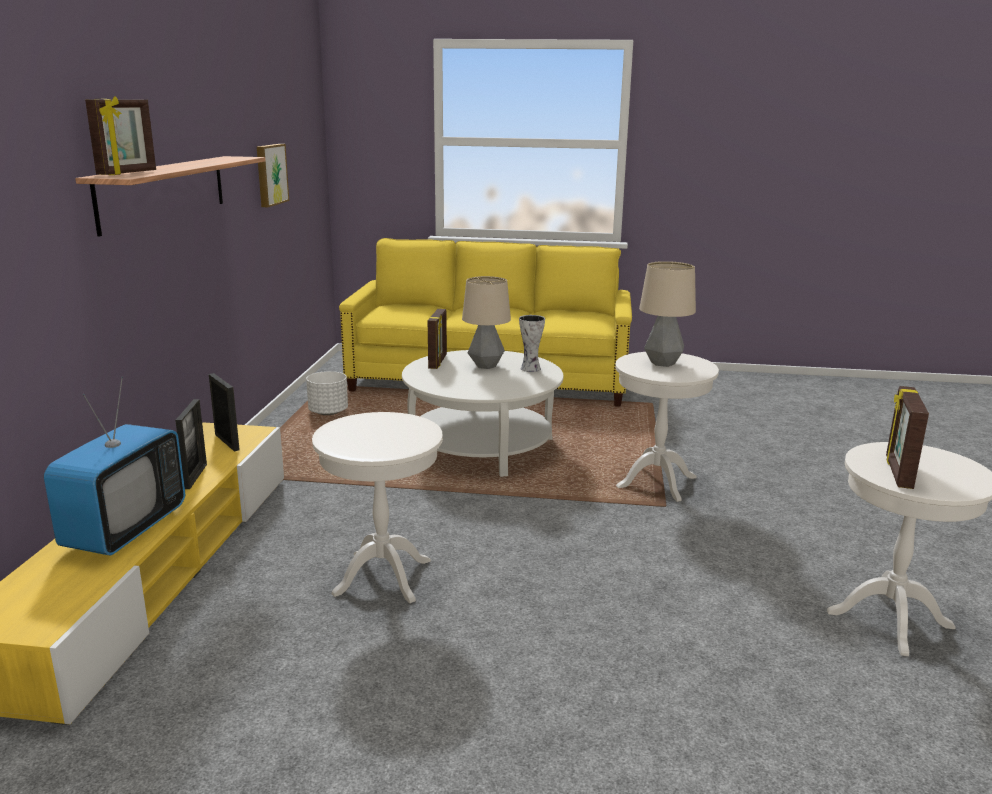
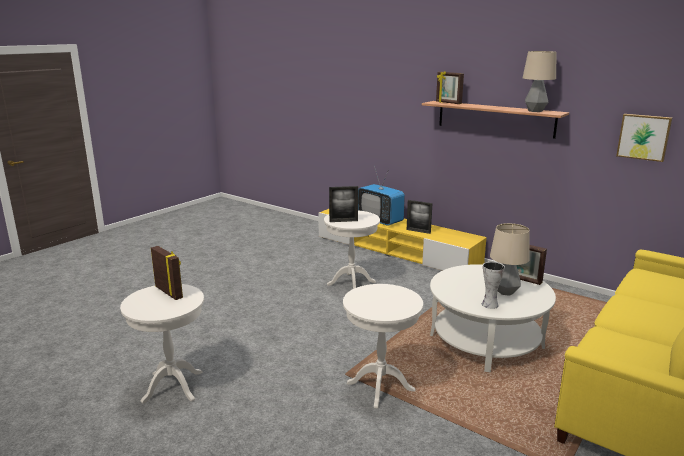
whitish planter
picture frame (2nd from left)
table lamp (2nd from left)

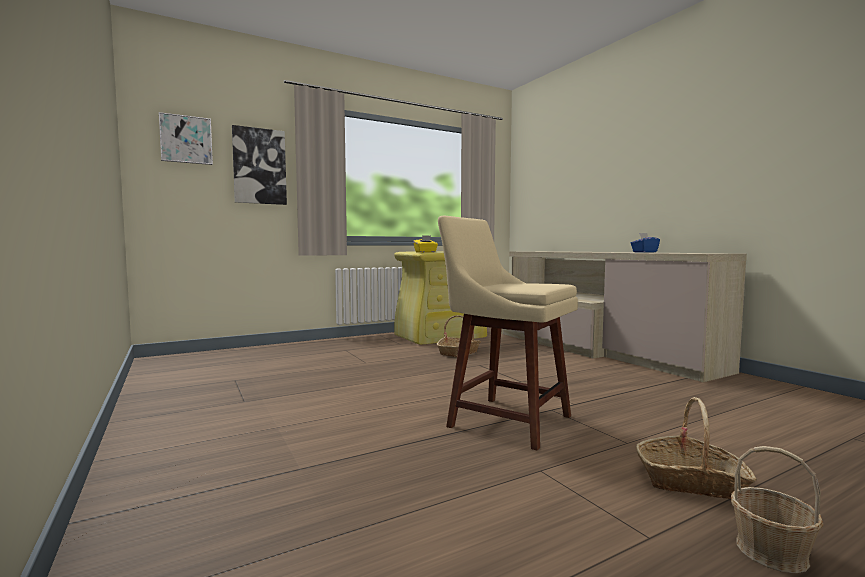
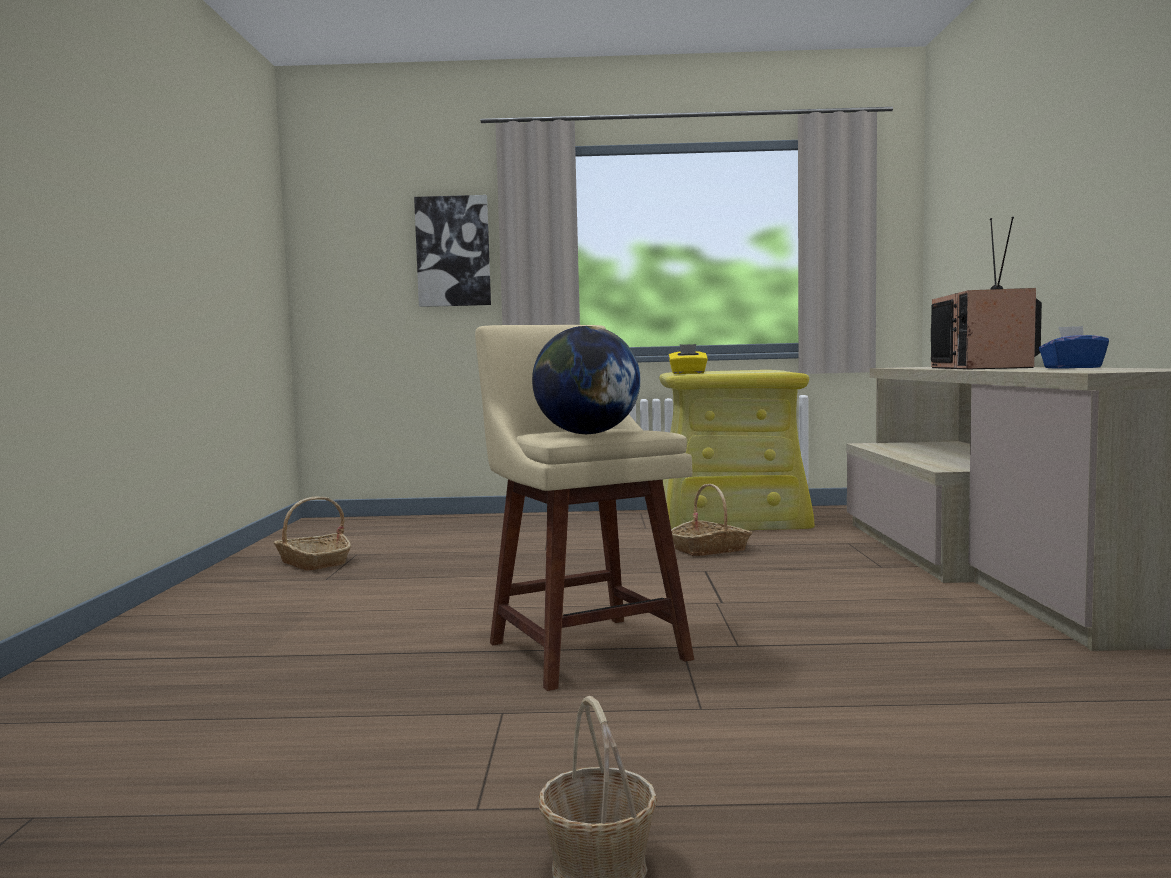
picture (1st from left in the first image)
globe
TV set
storage basket (1st from left)

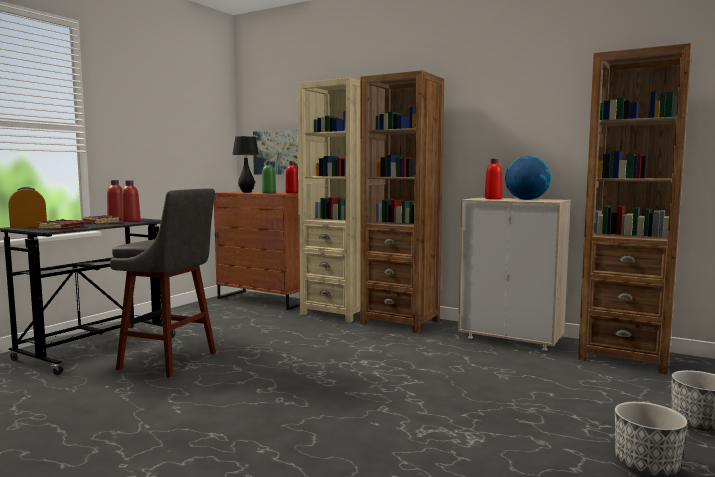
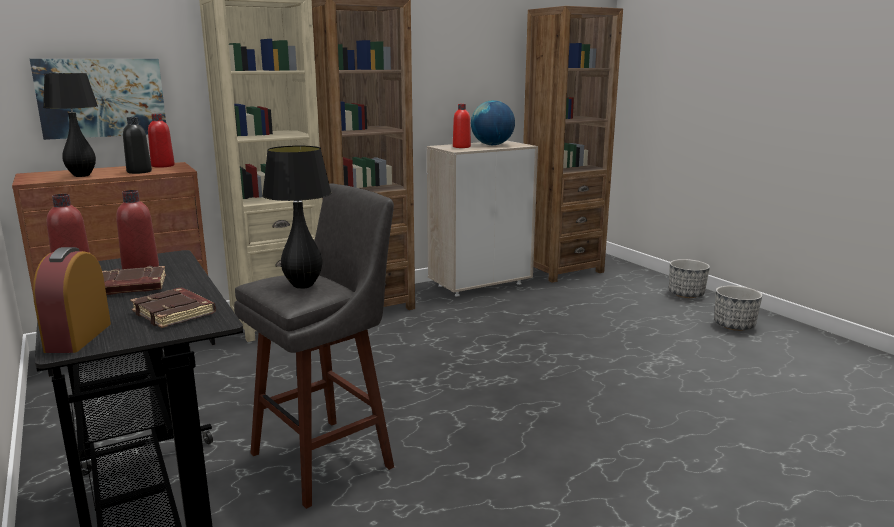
black-coloured table lamp (2nd from left)
black-coloured bottle

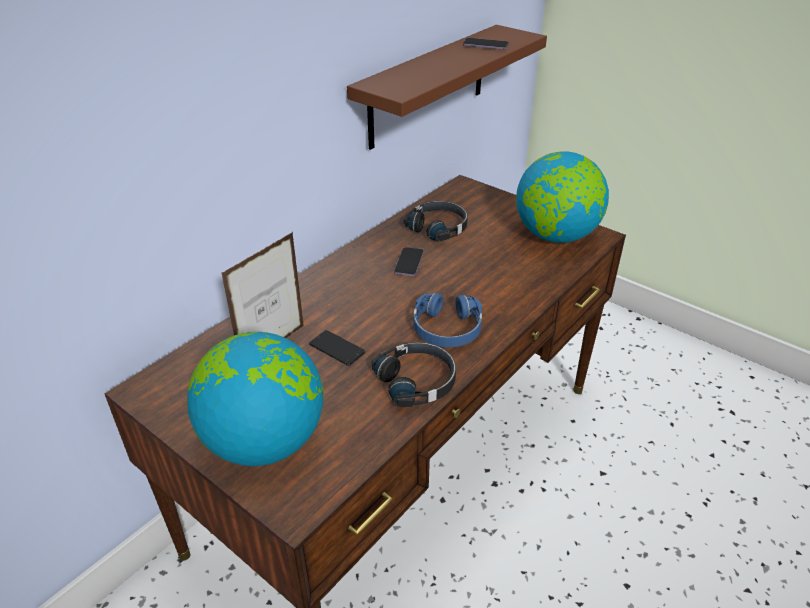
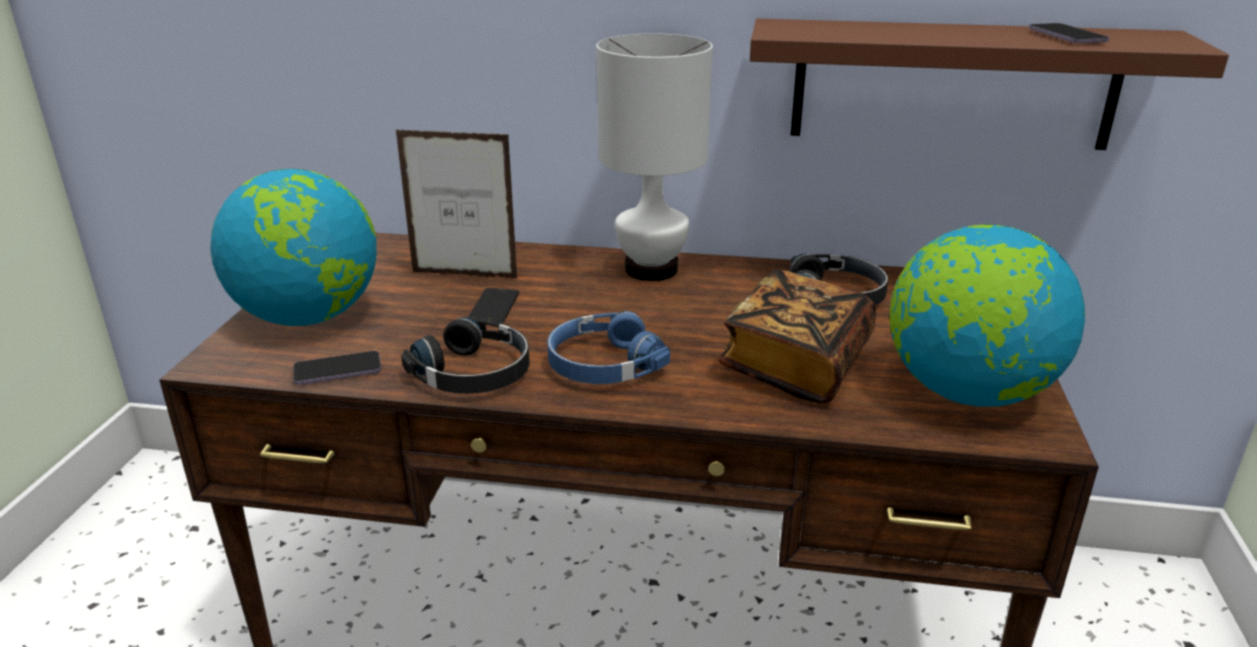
whitish table lamp
volume
telephone (1st from left)

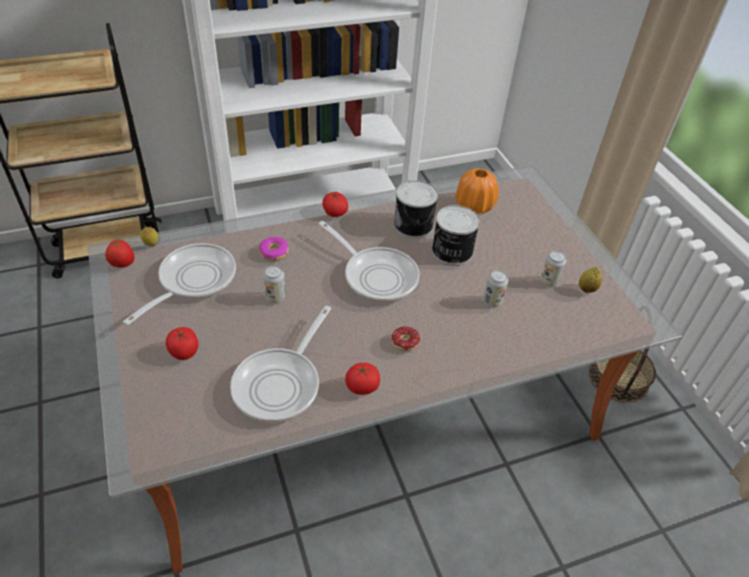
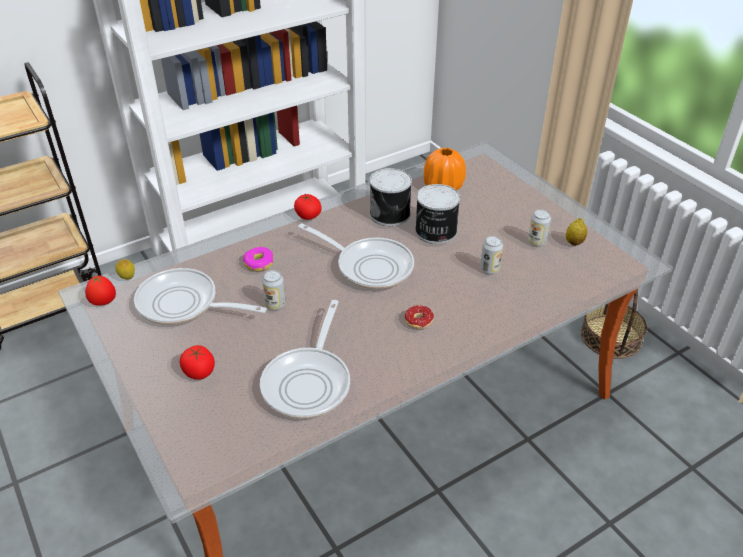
whole tomato (4th from left in the first image)
skillet (1st from left)

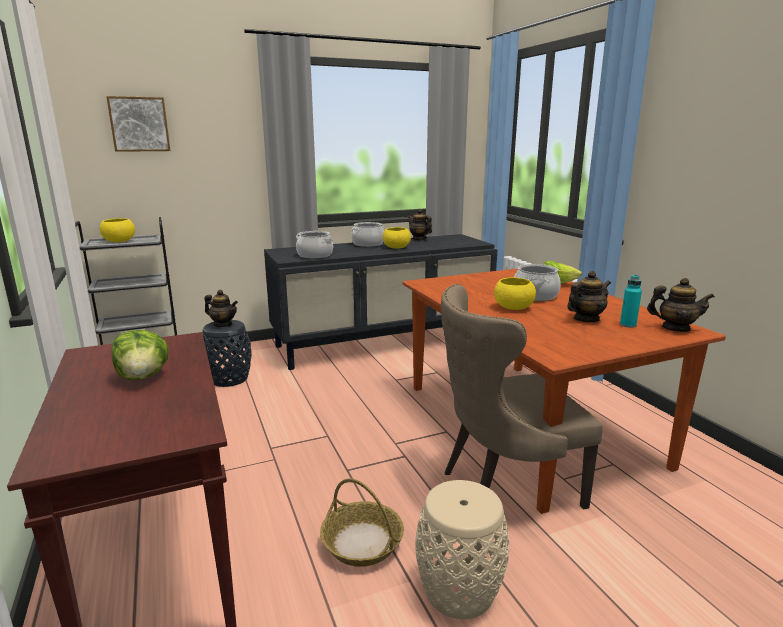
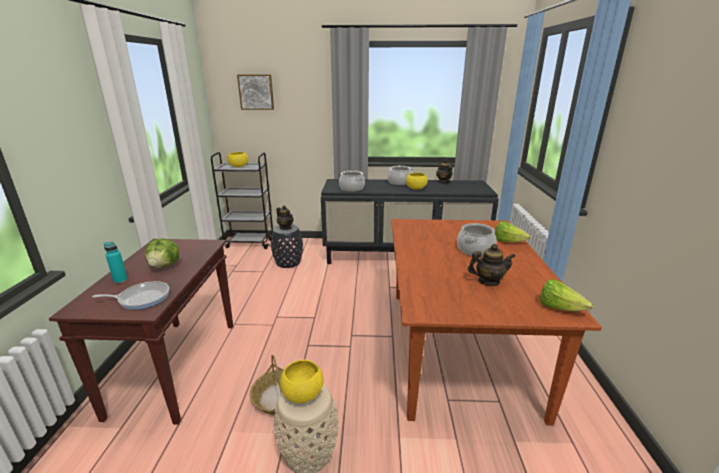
beige-coloured plain chair
skillet
yellow-coloured deep dish (2nd from left)
turquoise bottle
head of lettuce (3rd from left)

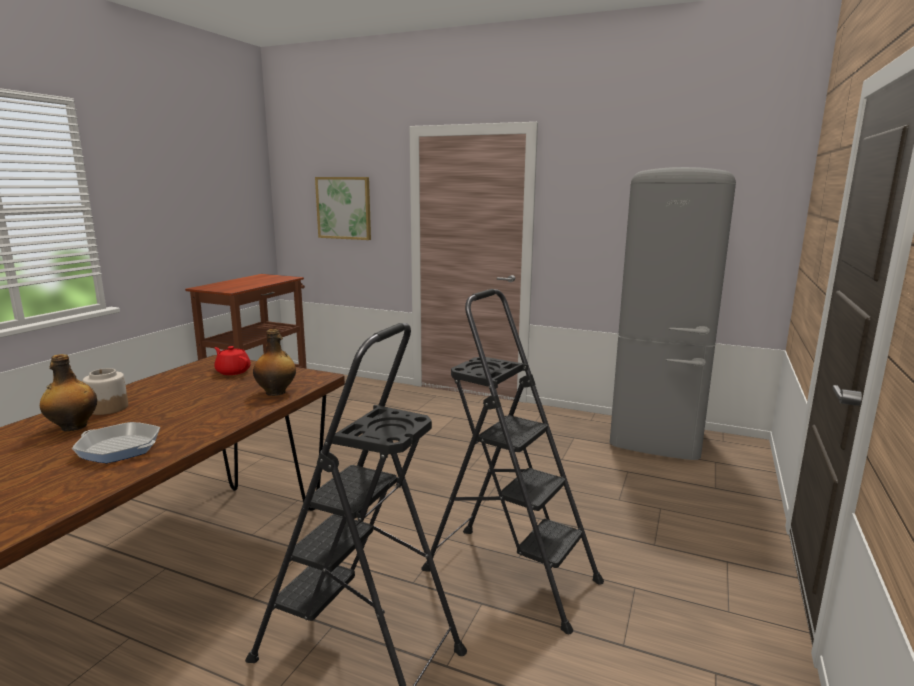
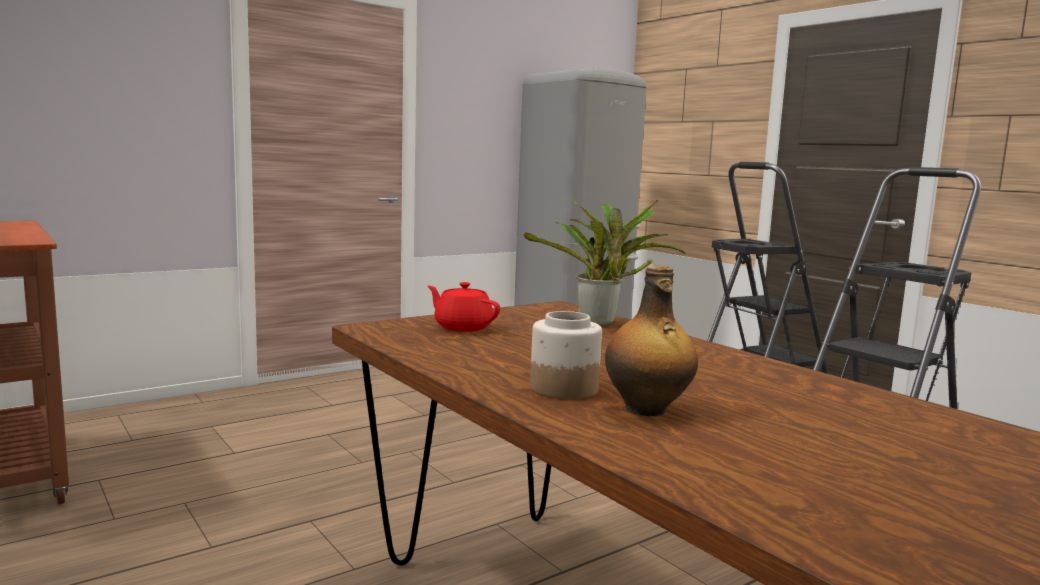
skillet
picture
plant in a pot
red-coloured teapot

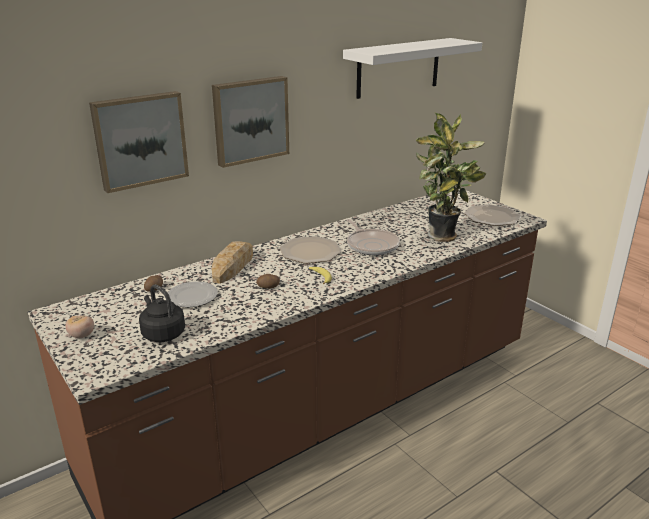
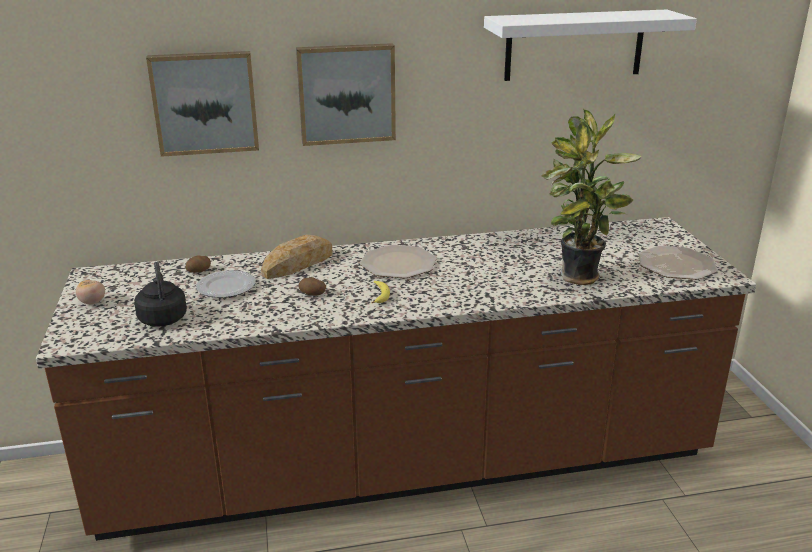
skillet

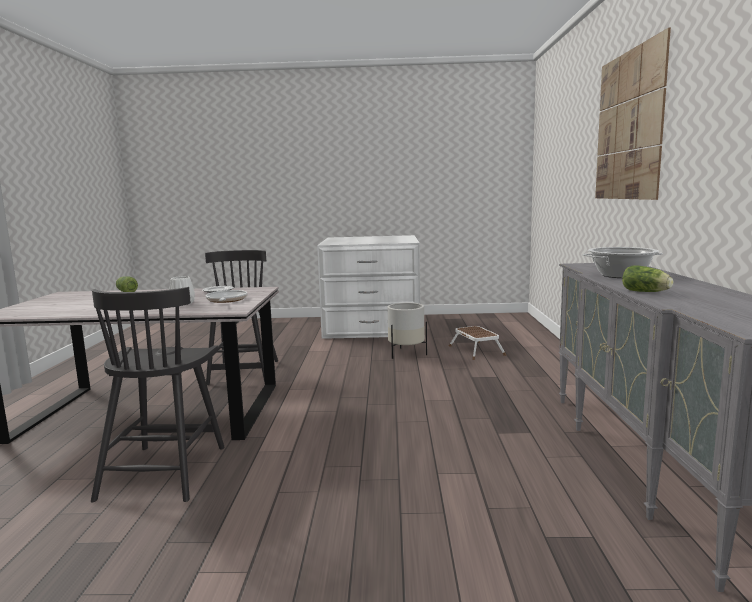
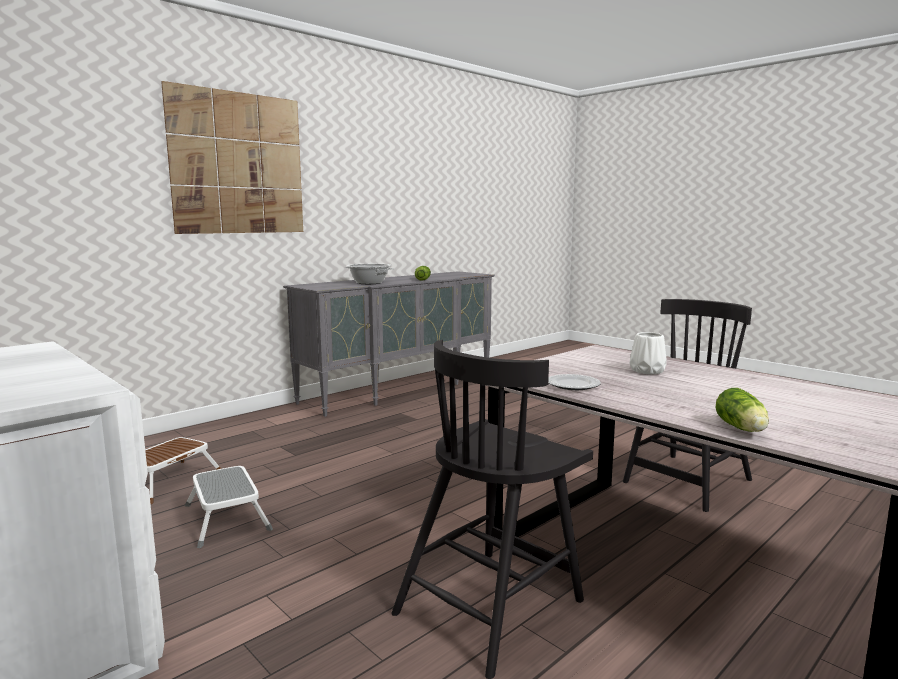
skillet
greyish step stool

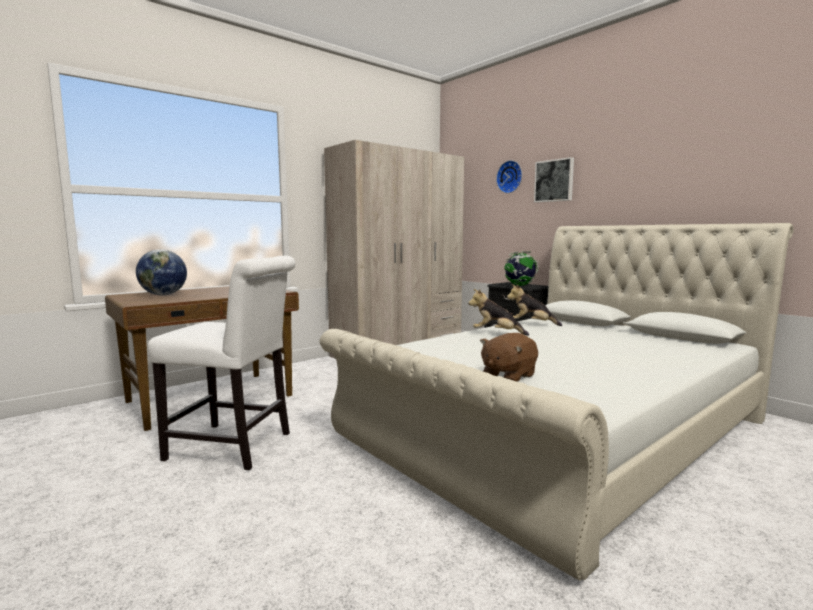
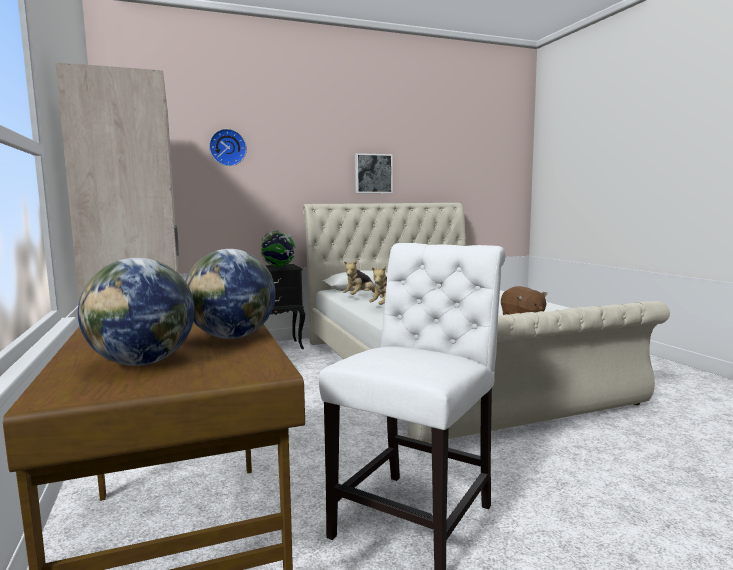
globe (2nd from left)
picture

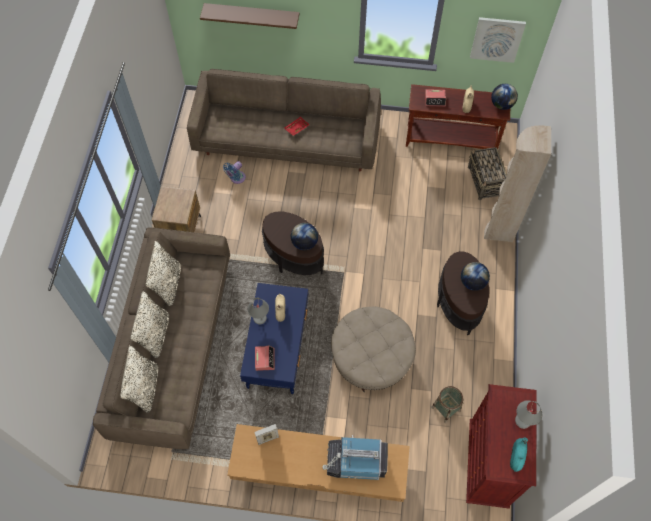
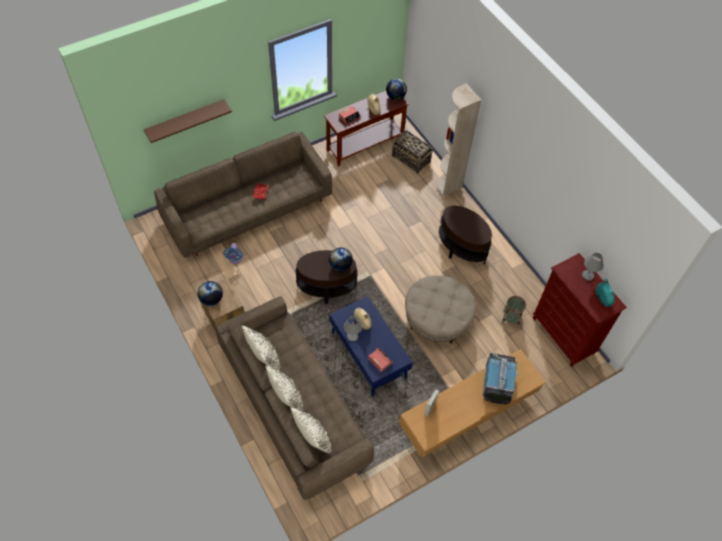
picture
globe (1st from left)
TV set

